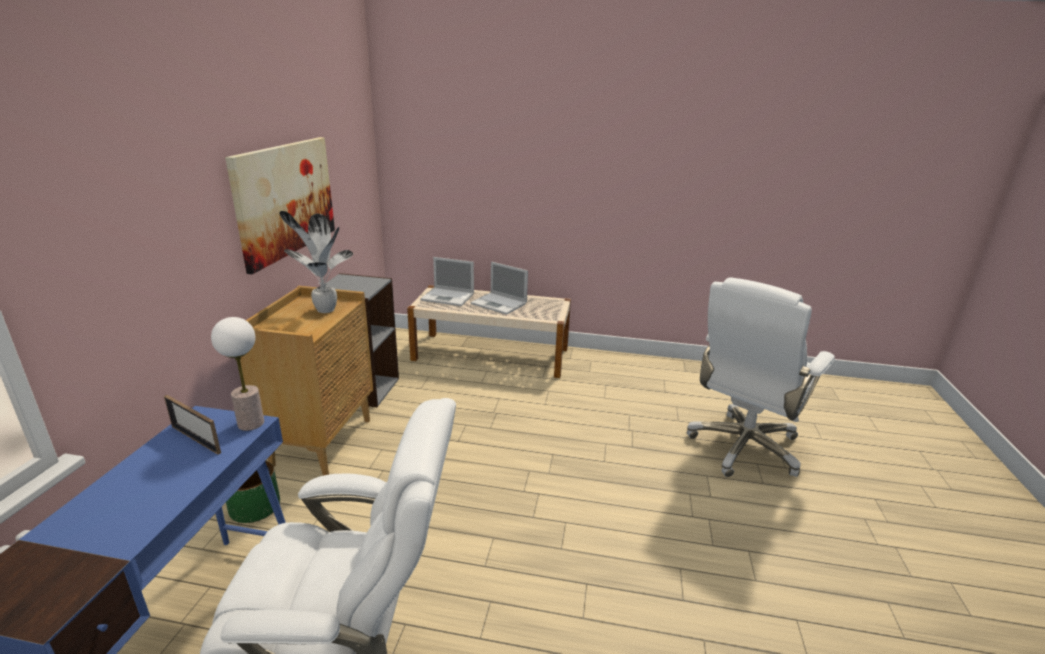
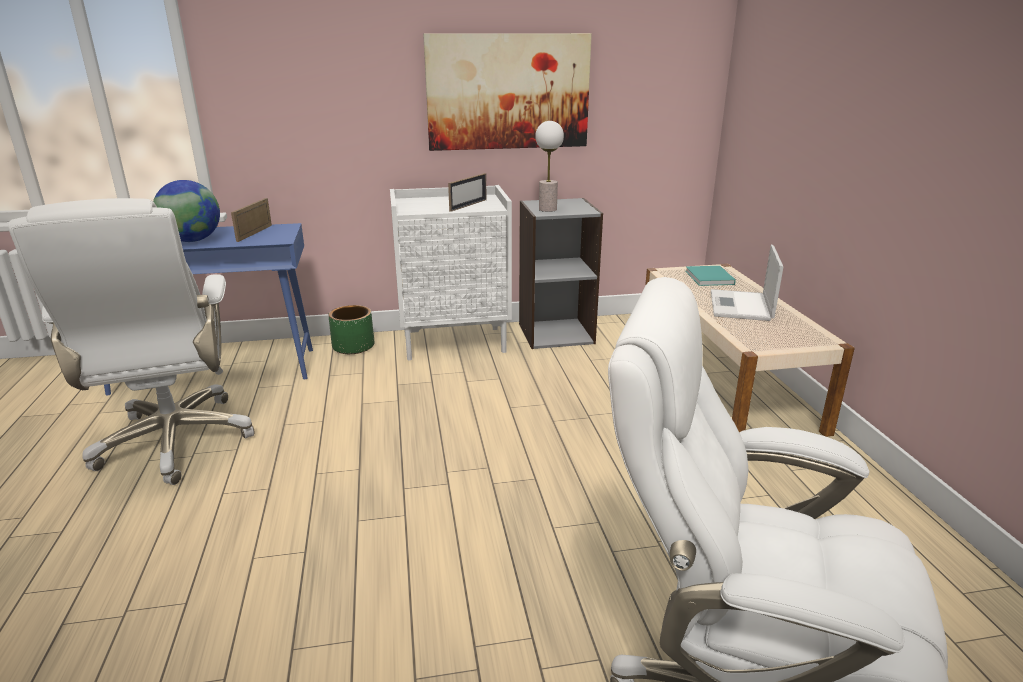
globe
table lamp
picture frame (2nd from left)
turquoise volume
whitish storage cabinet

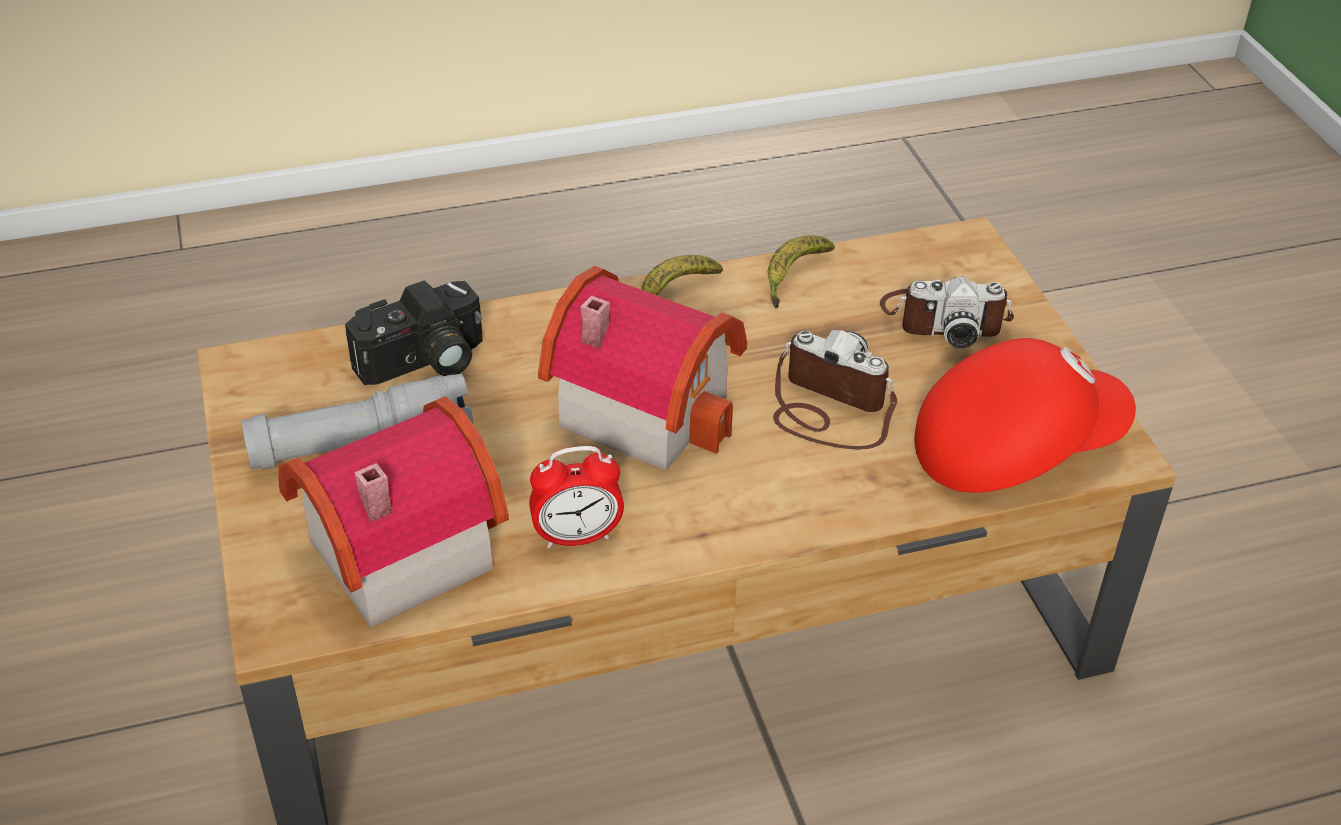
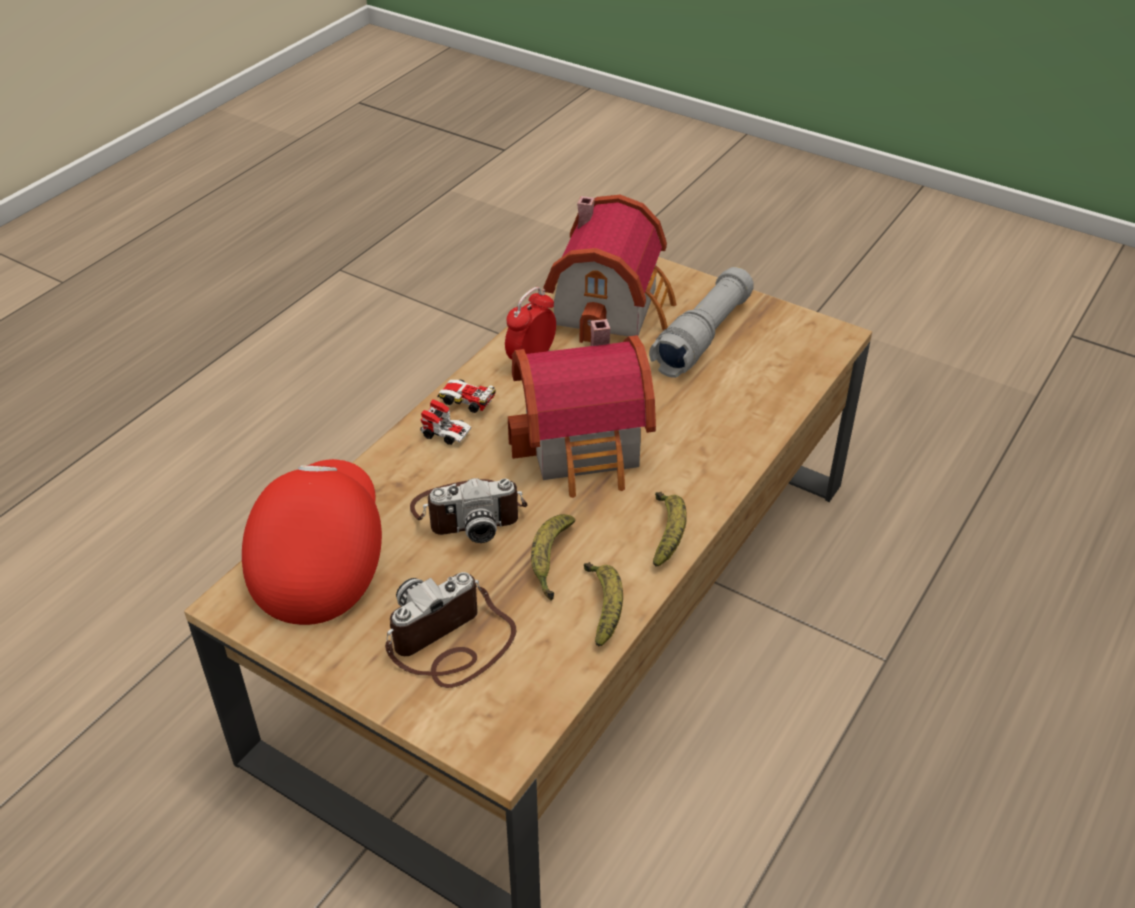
photo camera (1st from left in the first image)
miniature car
whole banana (1st from left)
red-coloured peaked cap

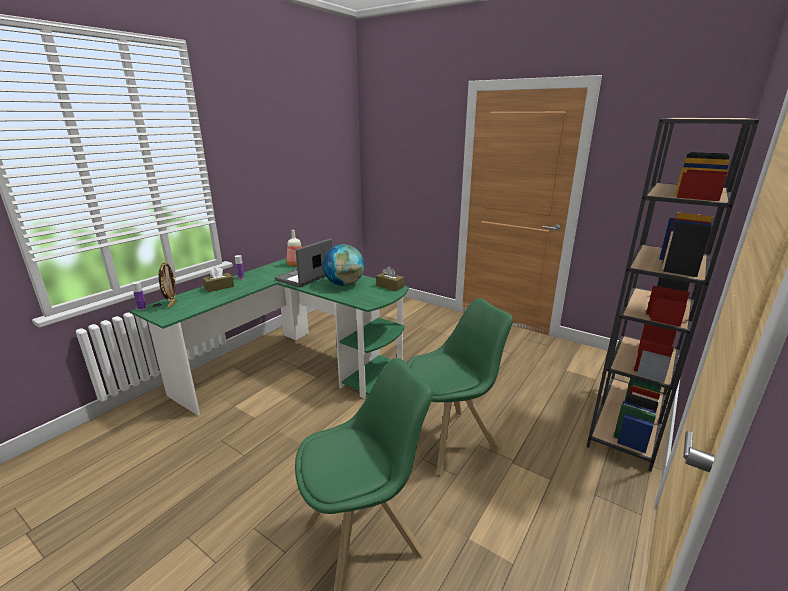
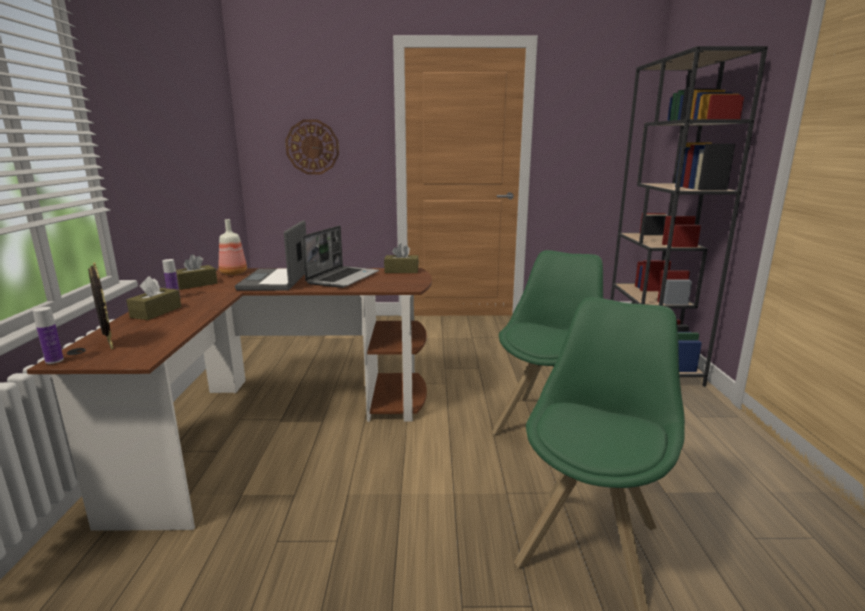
brown-coloured box of tissues (2nd from left)
clock on the wall
laptop (2nd from left)
brown-coloured desk unit

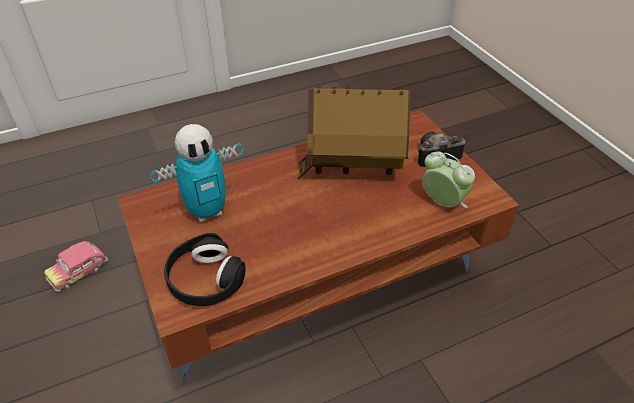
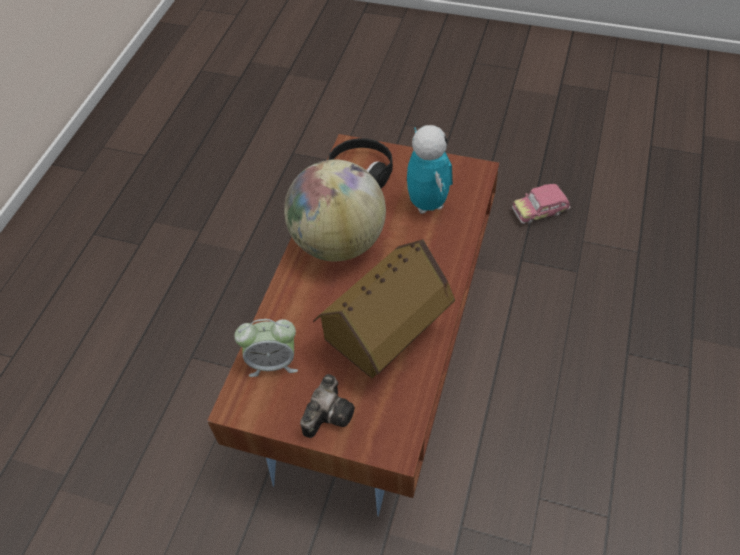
globe
miniature car
model robot

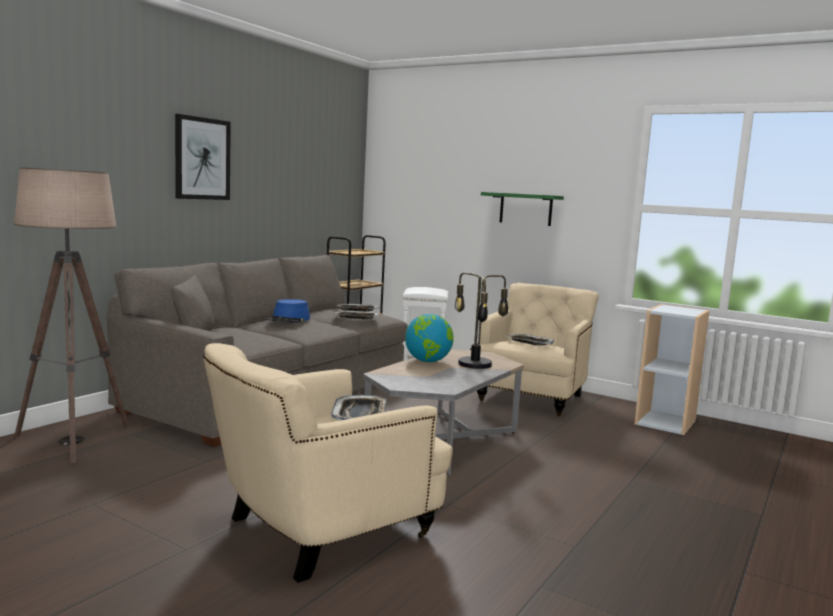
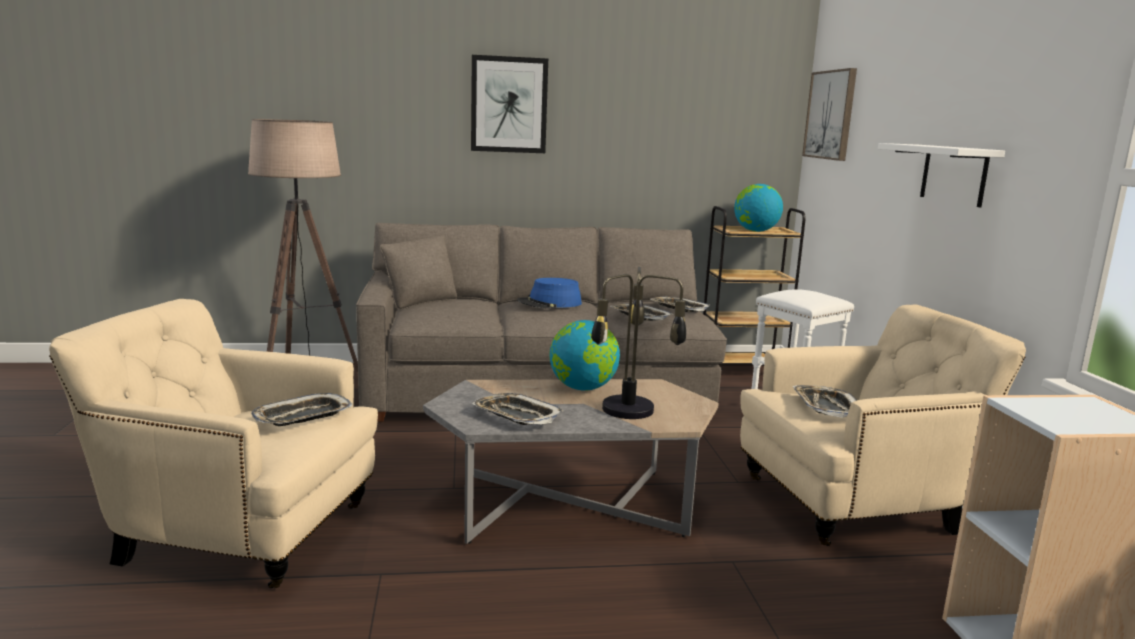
carrying tray (2nd from left)
globe (2nd from left)
picture (2nd from left)
whitish wall shelf

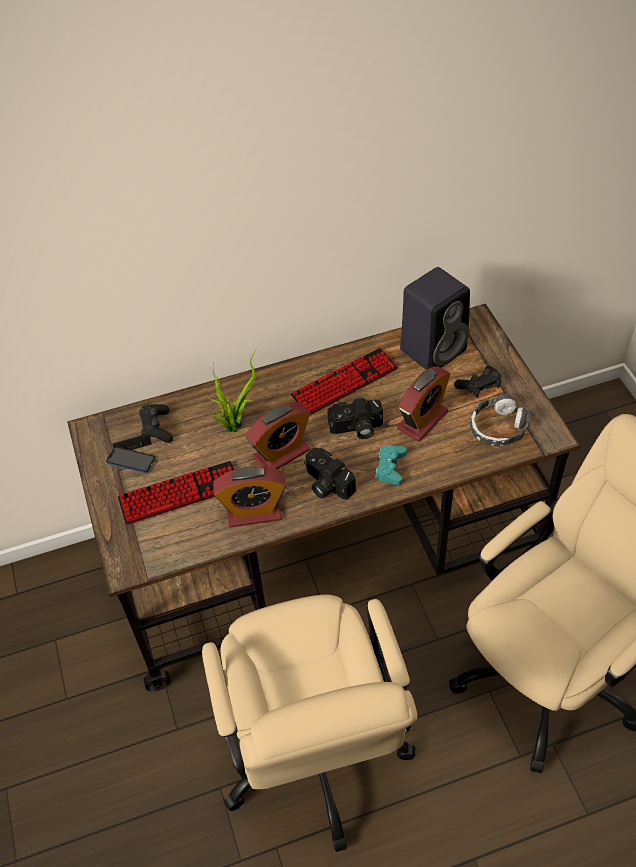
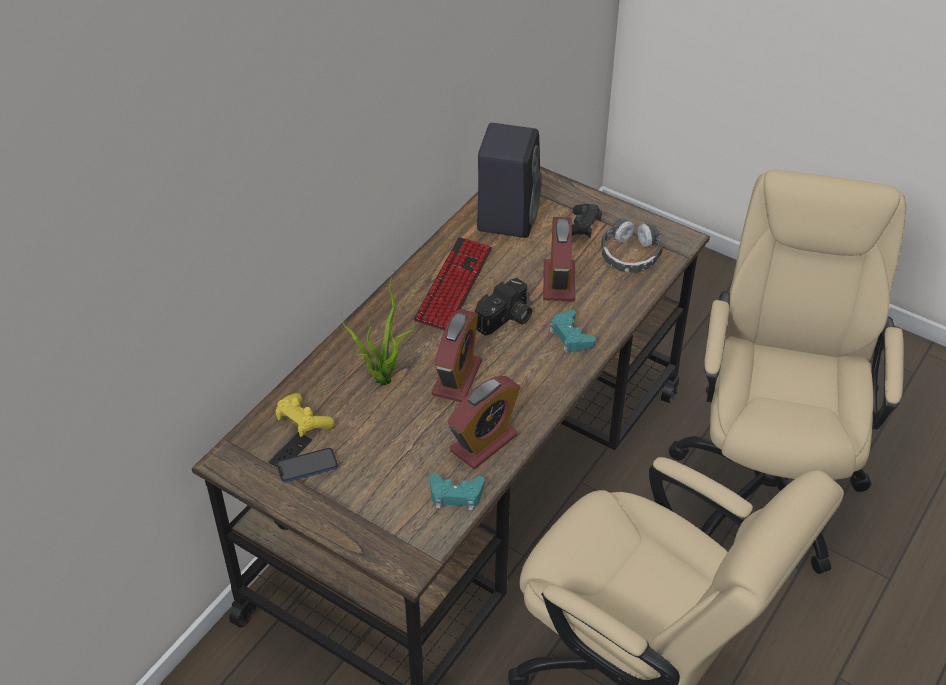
PC keyboard (1st from left in the first image)
photo camera (1st from left in the first image)
turquoise joypad (1st from left)
yellow-coloured joypad

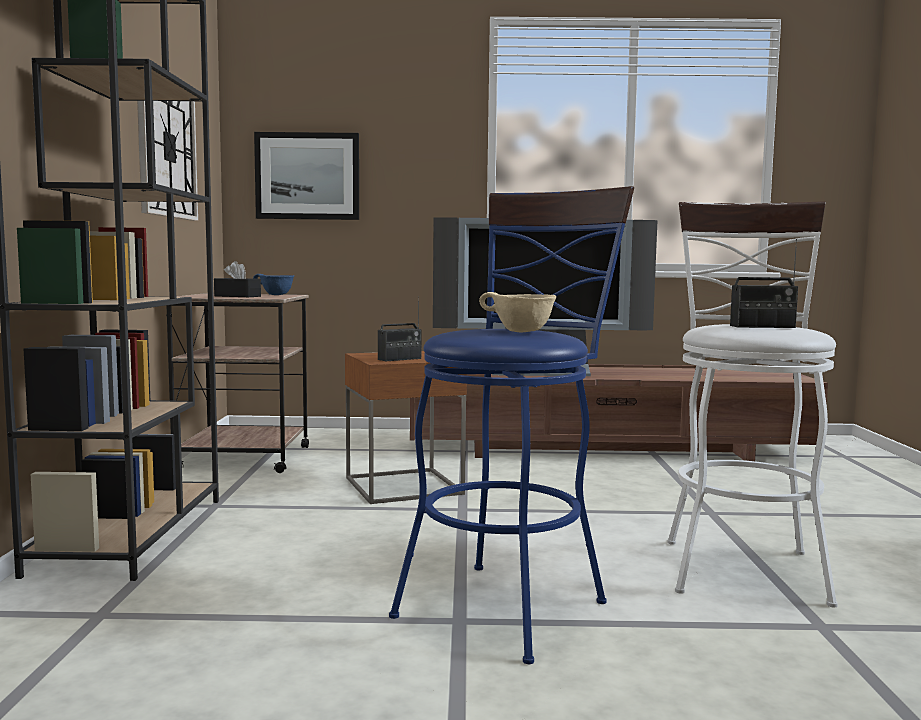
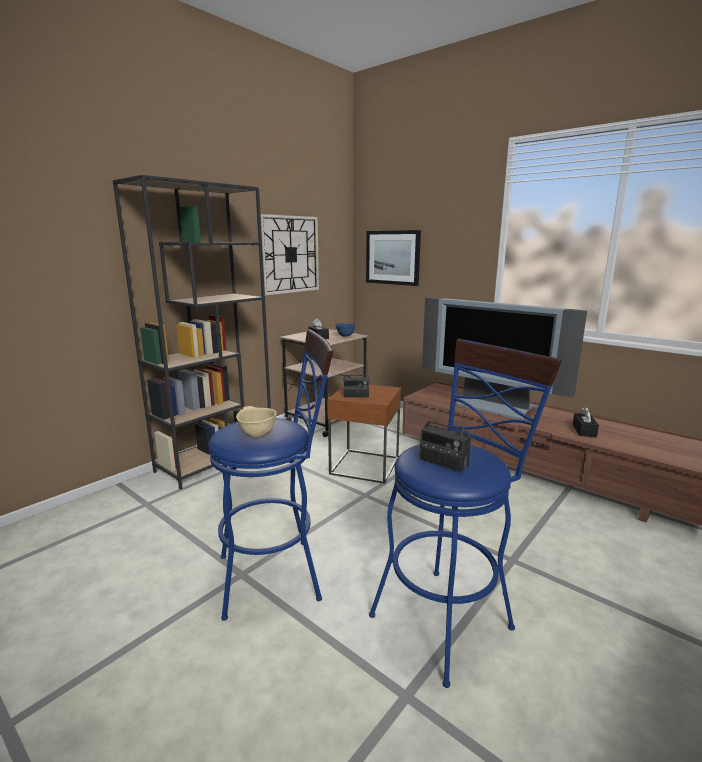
black-coloured box of tissues (2nd from left)
bluish stool (2nd from left)

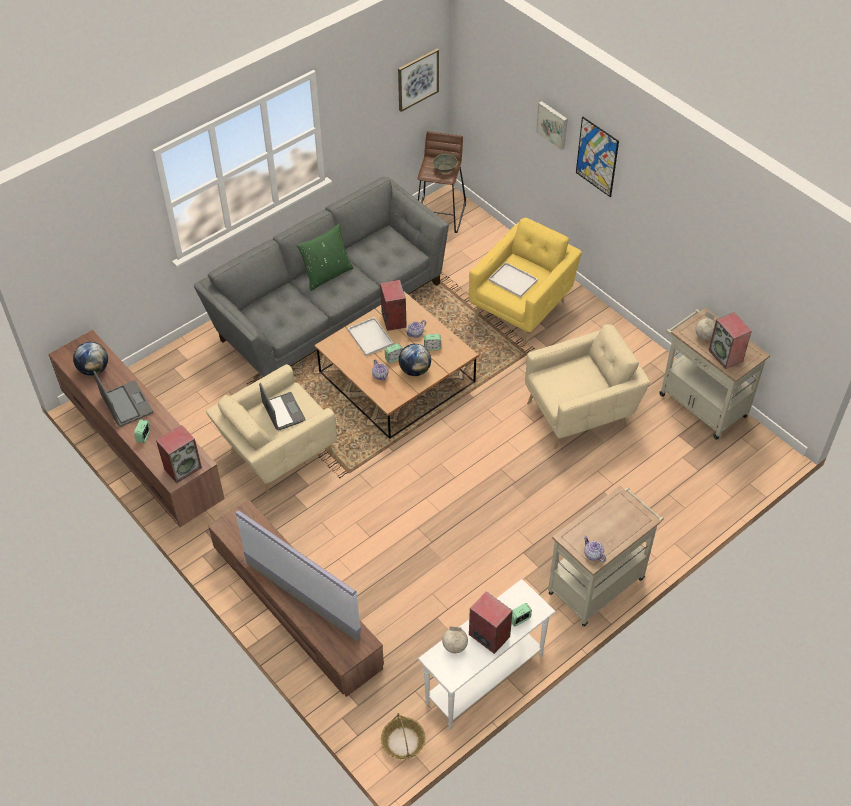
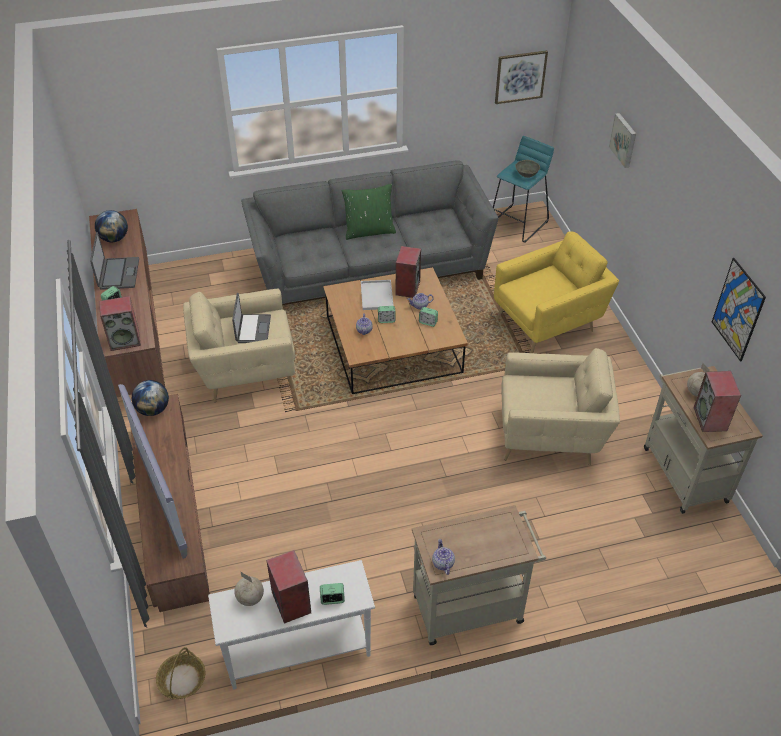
whitish carrying tray (2nd from left in the first image)
globe (2nd from left)
picture (3rd from left)
turquoise stool

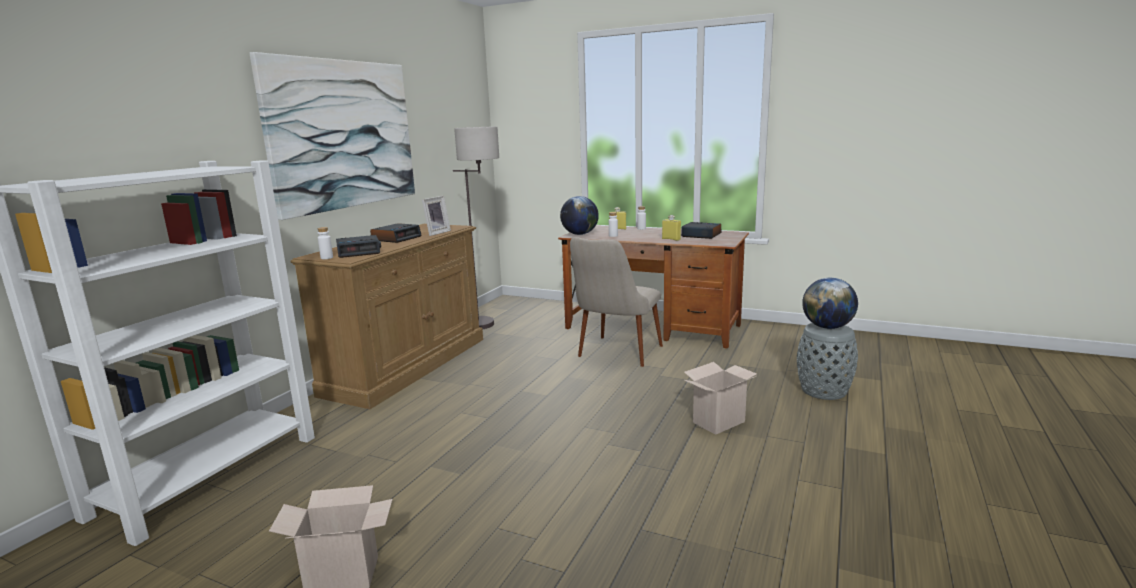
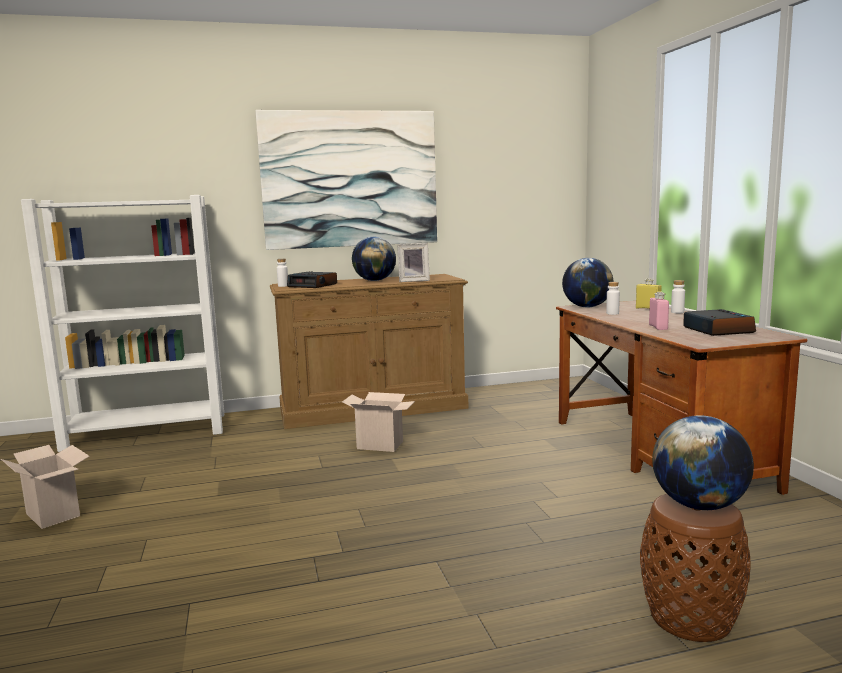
greyish standard lamp
beige-coloured plain chair
carton (2nd from left)
globe (1st from left)
pink-coloured bottle
brown-coloured stool

